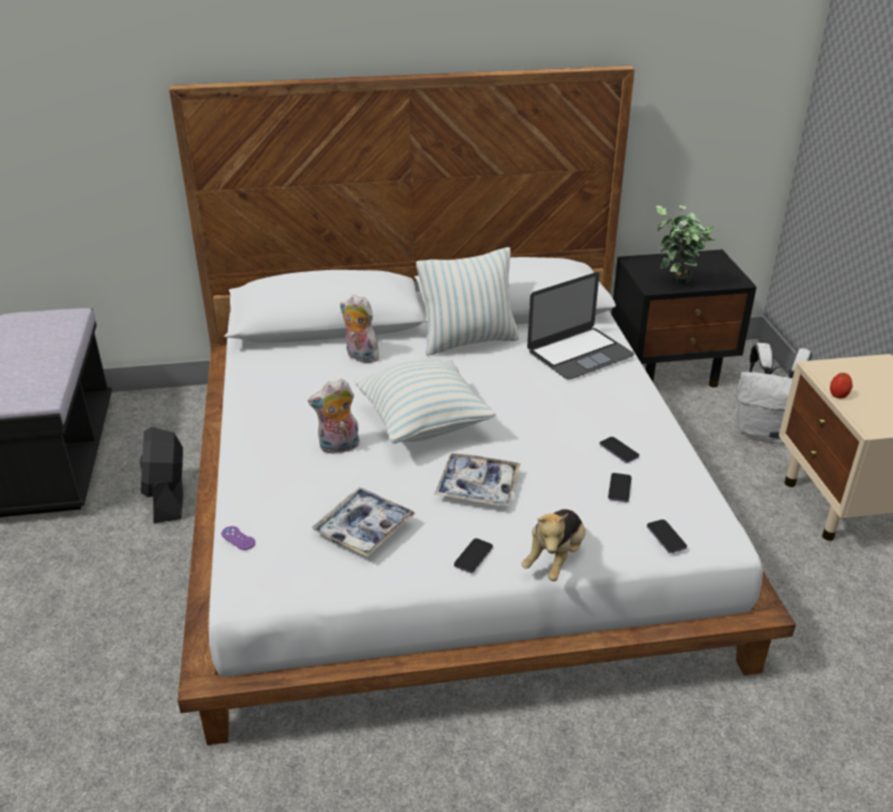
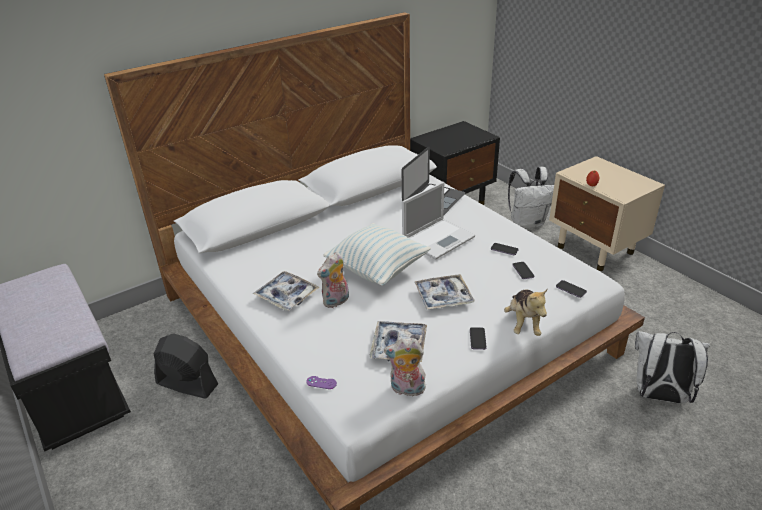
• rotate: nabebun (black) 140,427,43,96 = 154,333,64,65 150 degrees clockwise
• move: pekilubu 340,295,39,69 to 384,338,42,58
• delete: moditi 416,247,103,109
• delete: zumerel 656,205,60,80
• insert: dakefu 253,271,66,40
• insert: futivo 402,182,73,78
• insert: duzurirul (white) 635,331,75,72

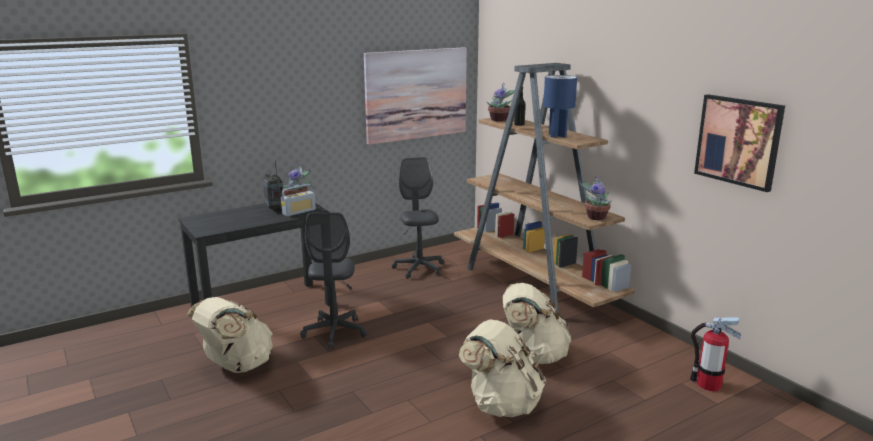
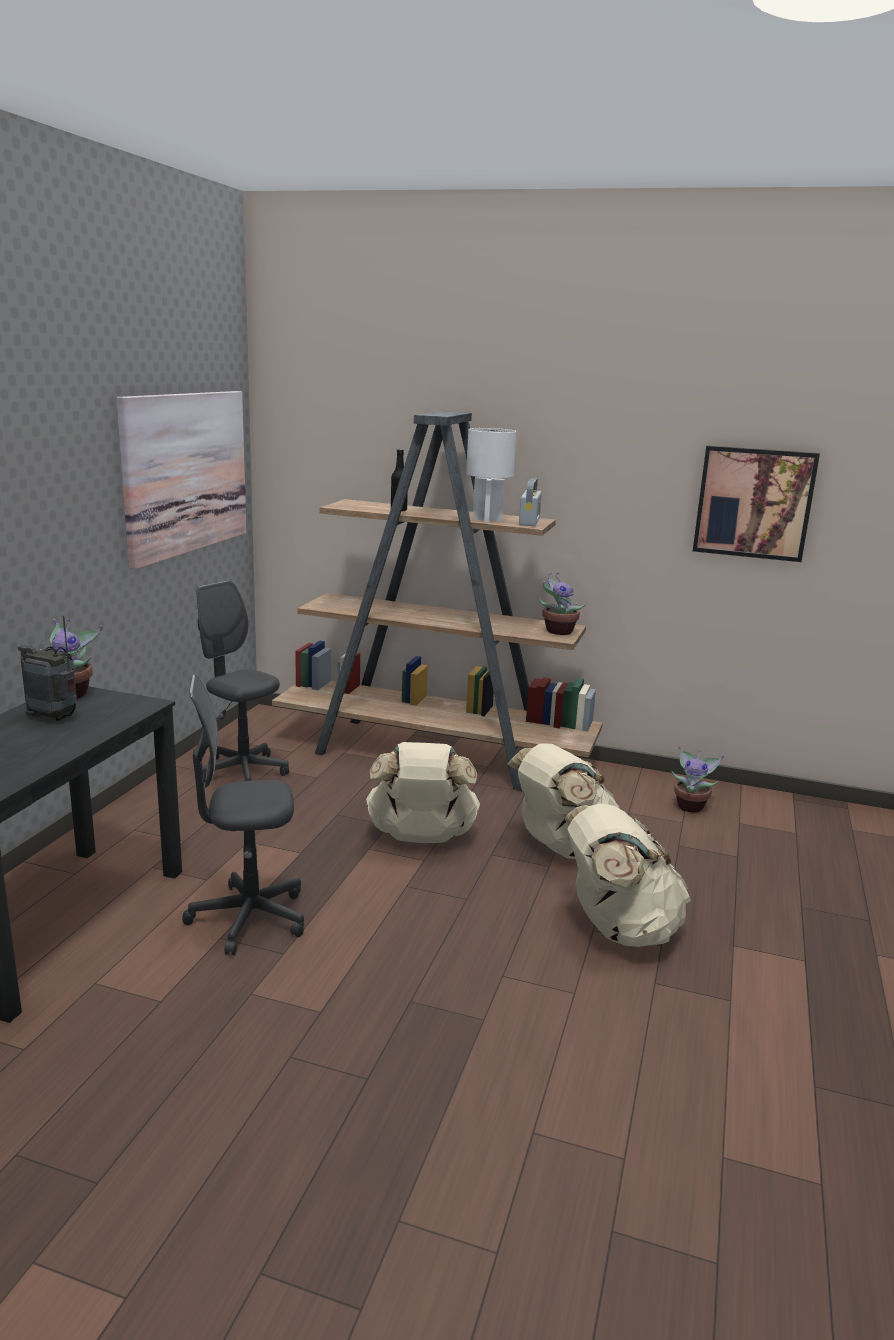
• move: duzurirul (beige) 187,297,86,76 to 366,742,114,101
• move: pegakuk 281,184,35,32 to 519,478,23,48
• rotate: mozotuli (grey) 300,212,67,137 = 182,675,122,280 120 degrees clockwise
• move: zumerel 486,83,29,38 to 671,746,53,67
• recolor: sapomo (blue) 543,75,34,63 to sapomo (white) 466,428,50,95
• delete: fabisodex 690,317,51,74

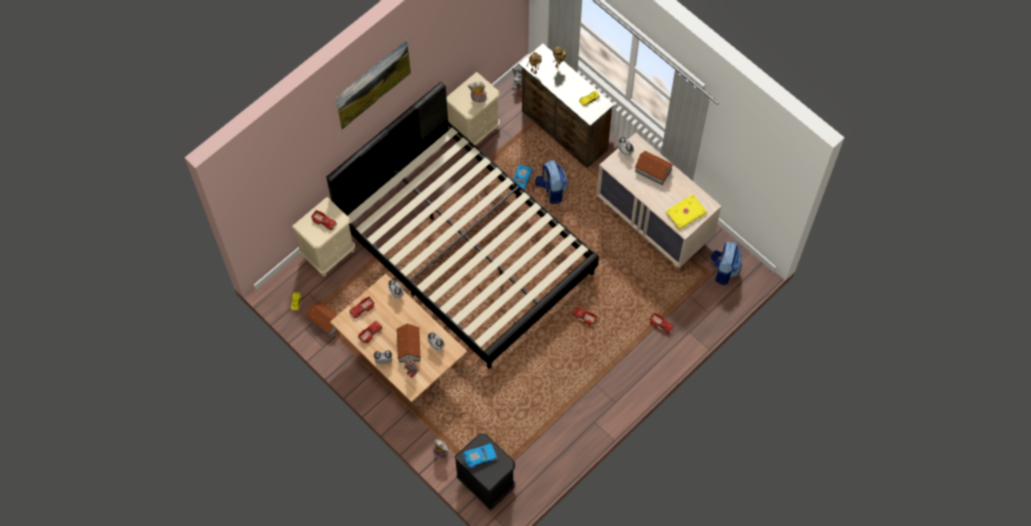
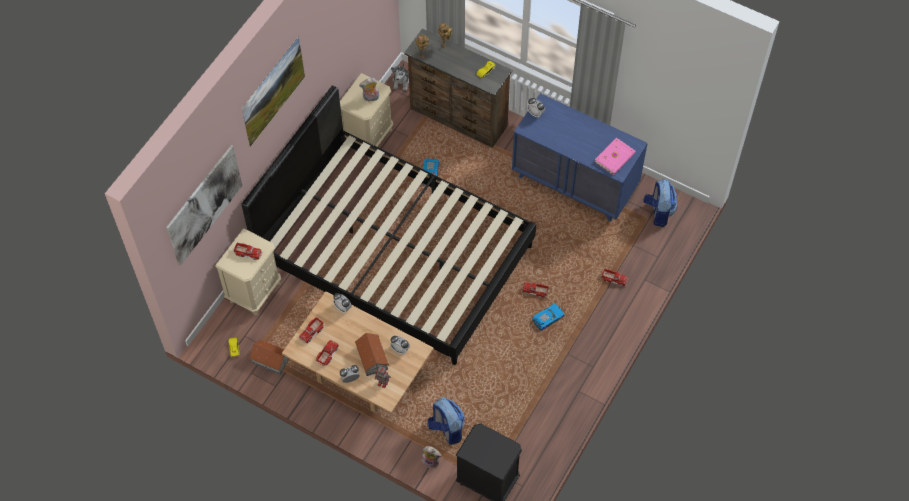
• move: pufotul 463,444,34,24 to 532,304,33,27
• move: duzurirul 535,160,33,44 to 427,397,38,48
• recolor: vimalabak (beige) 597,133,125,135 to vimalabak (blue) 512,93,136,128
• delete: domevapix 635,151,38,34
• recolor: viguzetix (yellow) 666,194,41,36 to viguzetix (pink) 595,138,41,37
• insert: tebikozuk 166,145,76,121

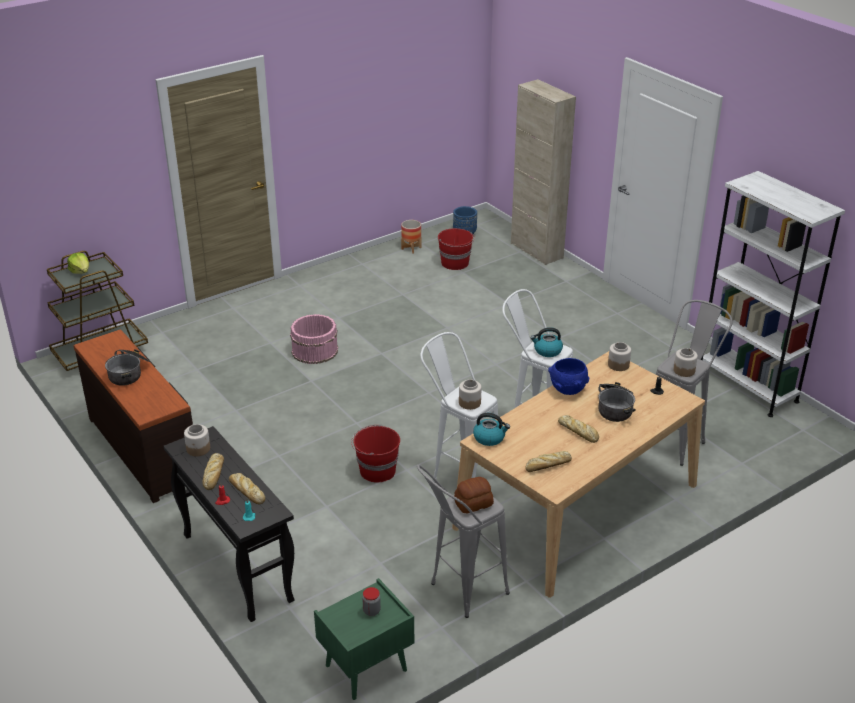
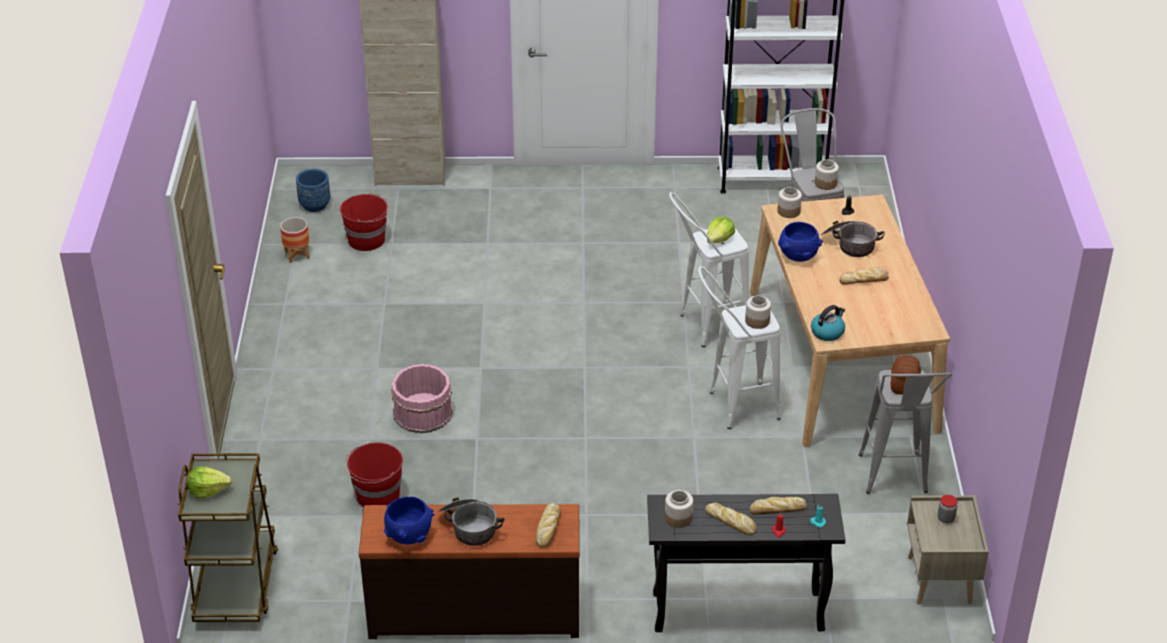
• recolor: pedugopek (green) 314,578,100,122 to pedugopek (beige) 907,495,82,110
• move: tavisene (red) 351,425,49,58 to 344,442,59,65
• move: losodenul 526,451,46,21 to 535,503,26,45
• replace: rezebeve 530,327,33,30 to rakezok 707,217,28,27
• insert: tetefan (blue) 384,497,51,47

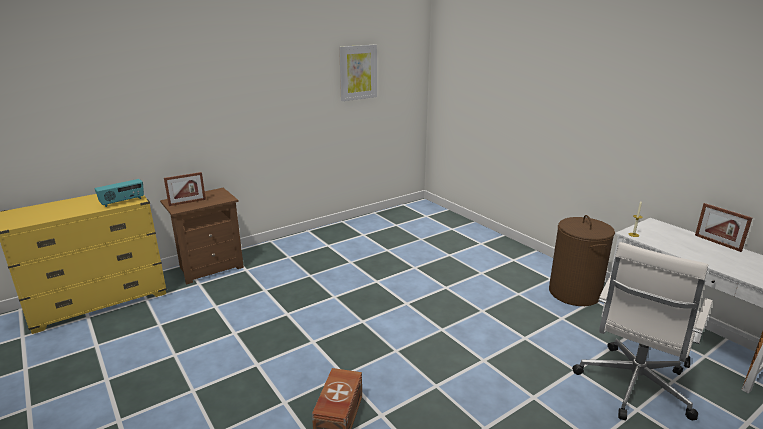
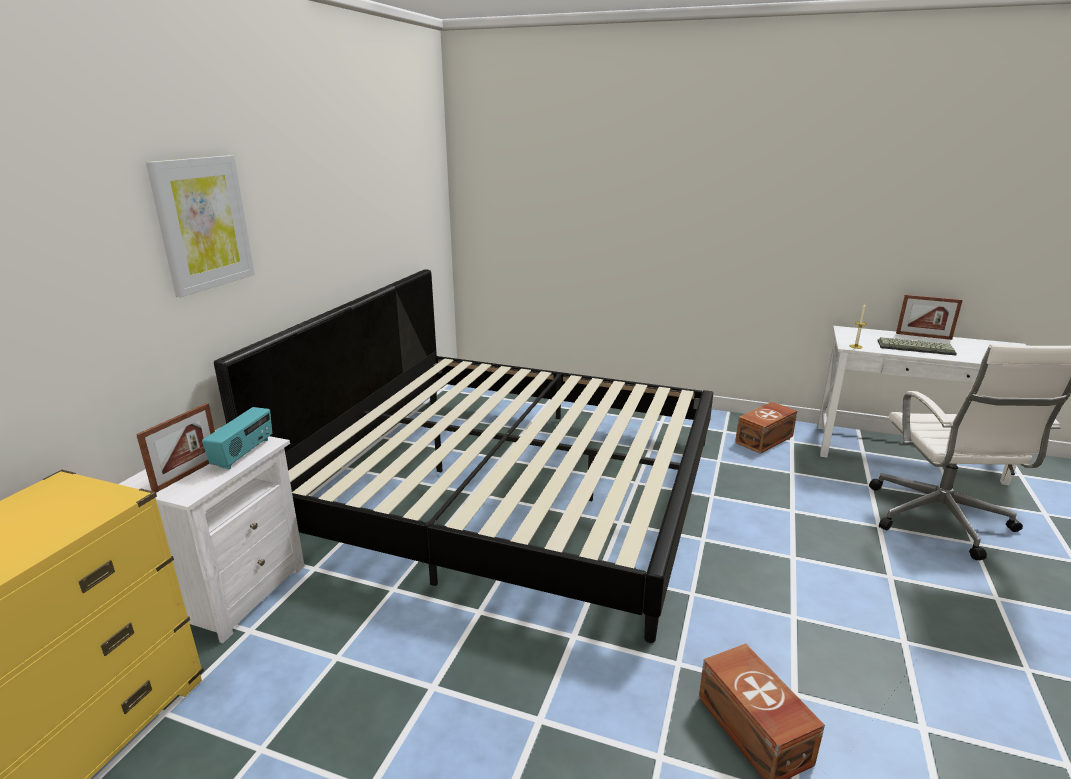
• move: pegakuk 94,179,50,28 to 202,407,70,63
• recolor: pedugopek (brown) 160,188,84,97 to pedugopek (white) 119,427,186,216
• move: tebikozuk 339,45,38,56 to 146,155,109,142
• replace: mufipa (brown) 549,215,66,91 to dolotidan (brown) 735,402,62,52
• insert: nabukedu 214,269,499,374
• insert: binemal 878,337,79,18

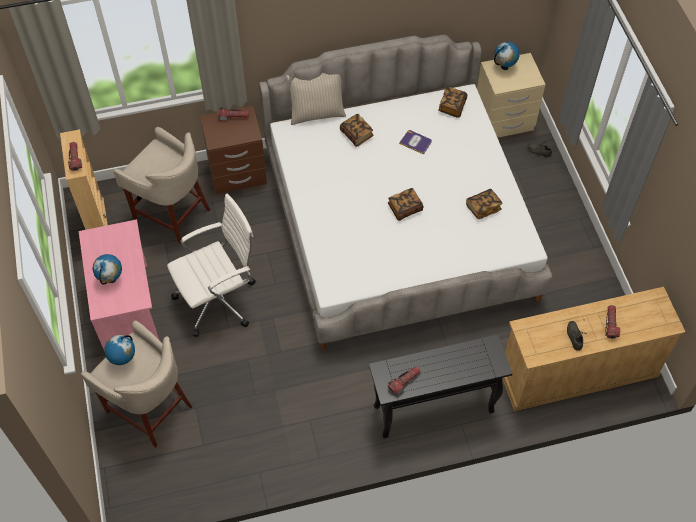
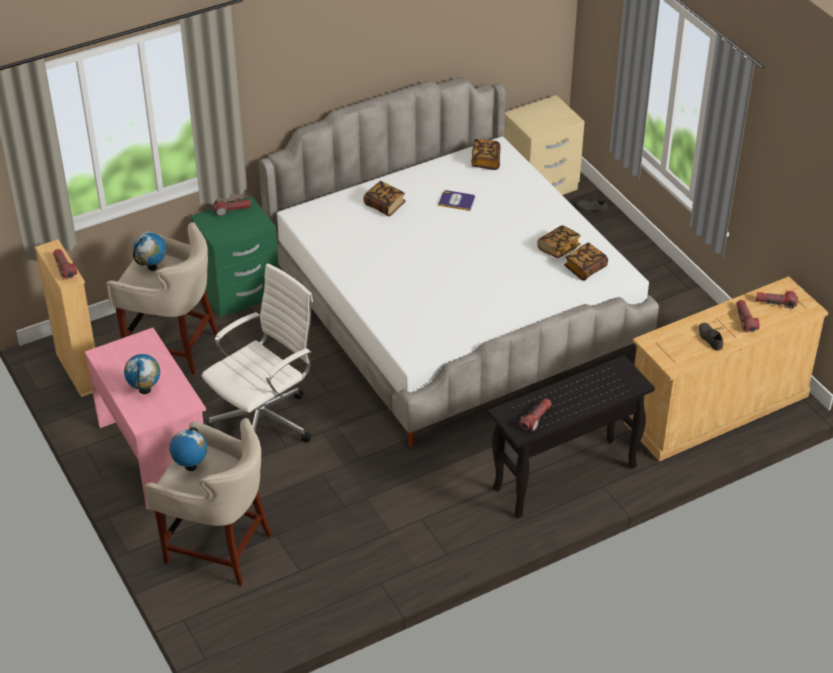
• recolor: pedugopek (brown) 200,106,67,88 to pedugopek (green) 190,196,89,121
• delete: moditi (beige) 286,73,60,52
• move: viguzetix 388,188,35,33 to 564,243,44,38
• move: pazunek 494,42,26,28 to 133,233,33,38
• insert: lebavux 756,291,42,18

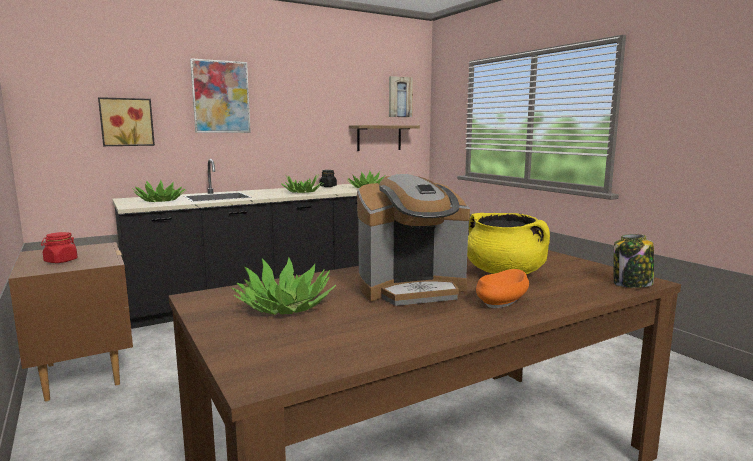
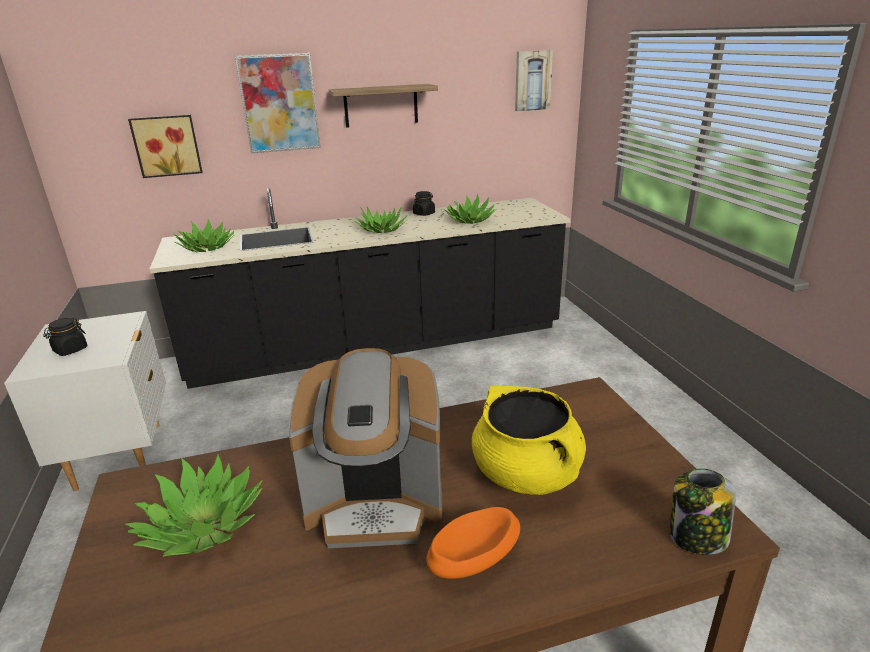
• recolor: pedugopek (brown) 8,242,125,160 to pedugopek (white) 4,311,162,180
• recolor: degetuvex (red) 41,232,36,31 to degetuvex (black) 43,318,44,38
• move: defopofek 349,125,71,26 to 329,84,109,44

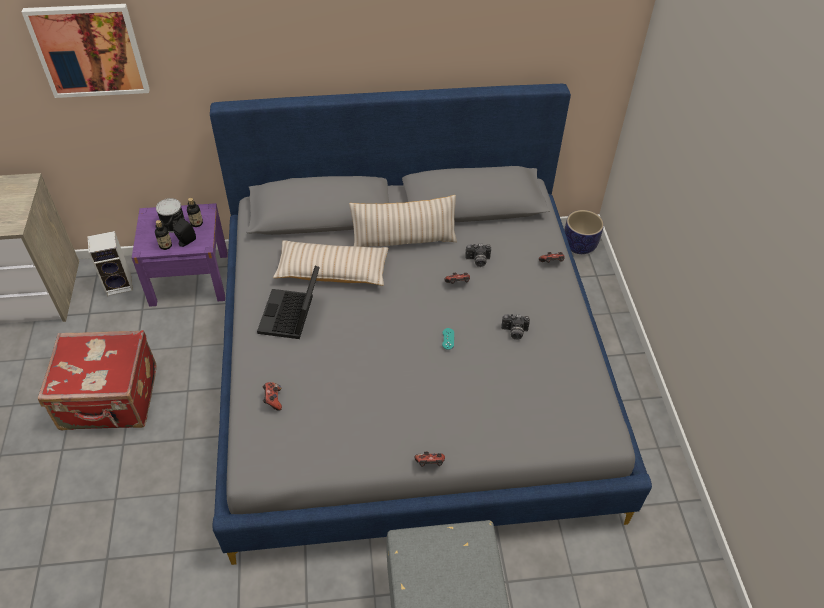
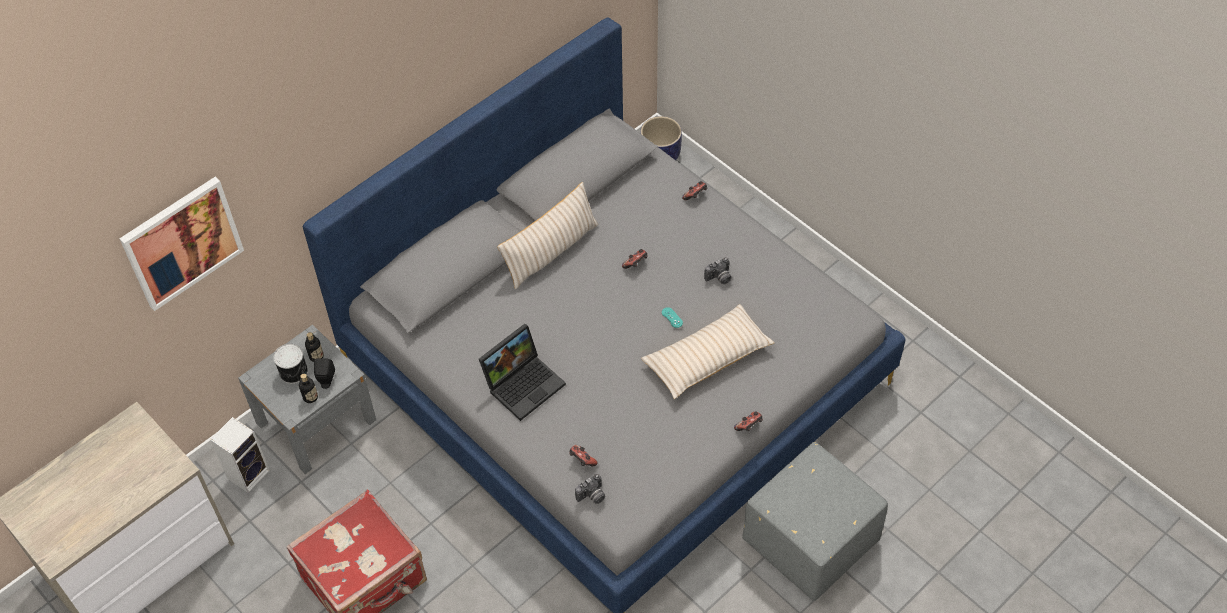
• recolor: pedugopek (purple) 132,203,96,104 to pedugopek (grey) 238,325,138,149
• rotate: futivo 257,266,63,73 = 479,324,87,97 105 degrees counterclockwise
• move: moditi (beige) 273,240,115,46 to 641,304,134,95
• move: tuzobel 465,244,26,23 to 575,474,30,30

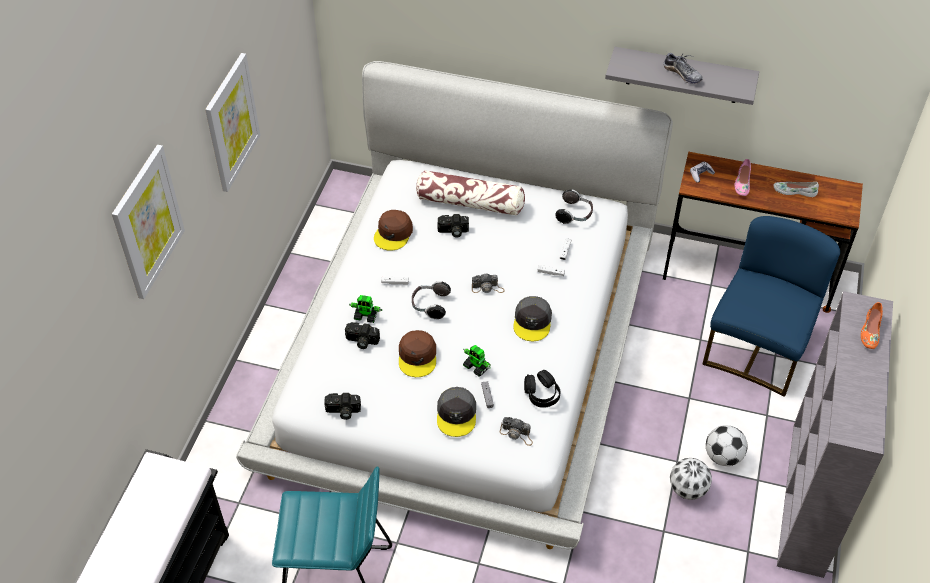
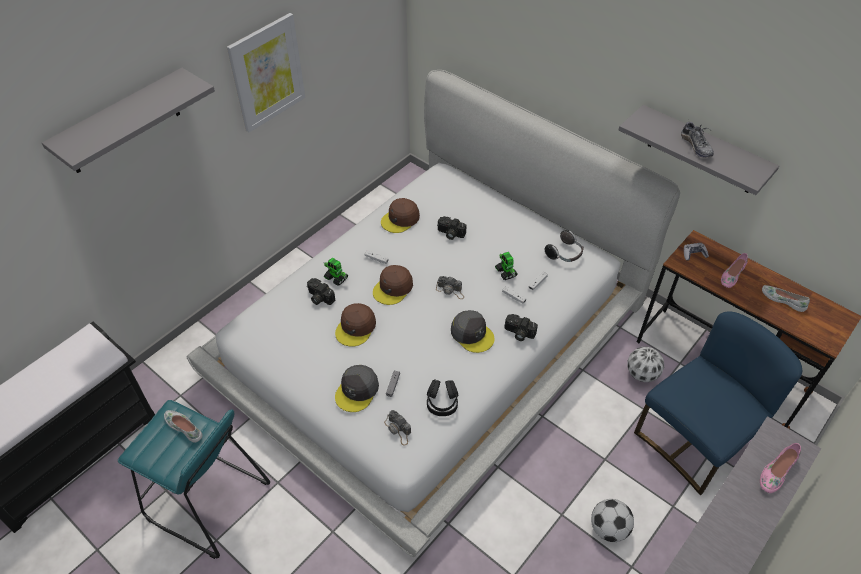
• replace: tebikozuk 112,145,73,154 to defopofek (grey) 42,68,173,105
• move: tuzobel 324,393,37,27 to 504,314,34,27
• replace: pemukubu 412,281,39,38 to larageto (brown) 373,265,40,40
• delete: moditi 416,170,109,46
• move: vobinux 463,345,28,31 to 495,252,23,28
• rotate: larageto (grey) 513,296,39,45 = 451,310,44,43 75 degrees counterclockwise
• move: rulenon 670,458,42,42 to 627,347,37,35
• recolor: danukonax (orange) 861,302,22,47 to danukonax (pink) 760,443,41,50
• insert: danukonax (white) 164,410,39,33

